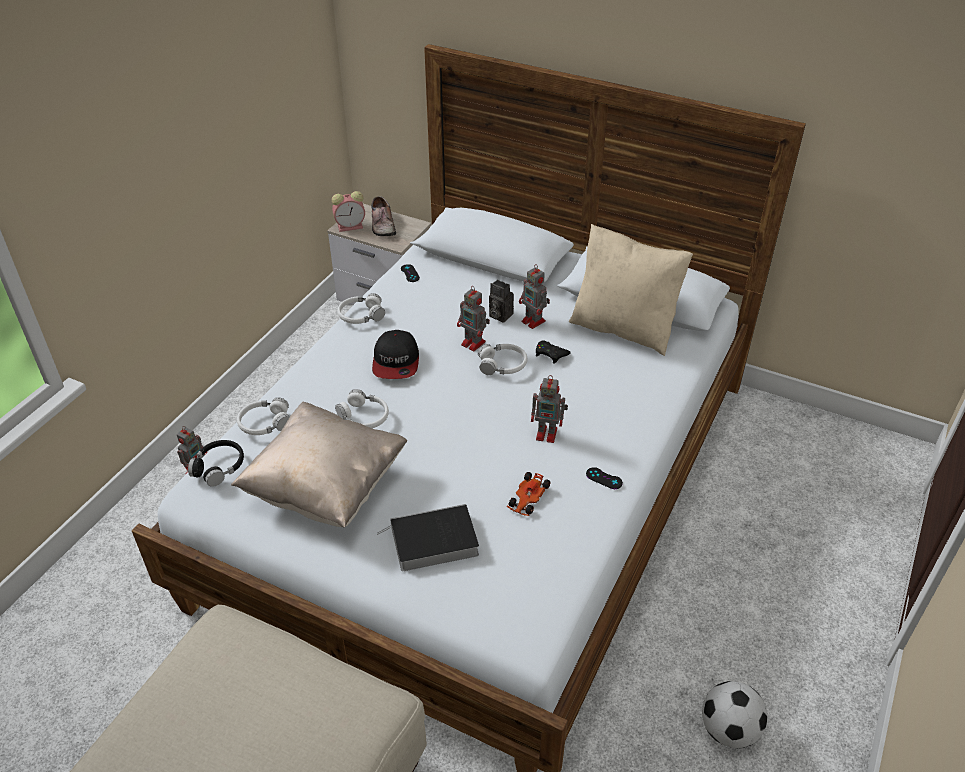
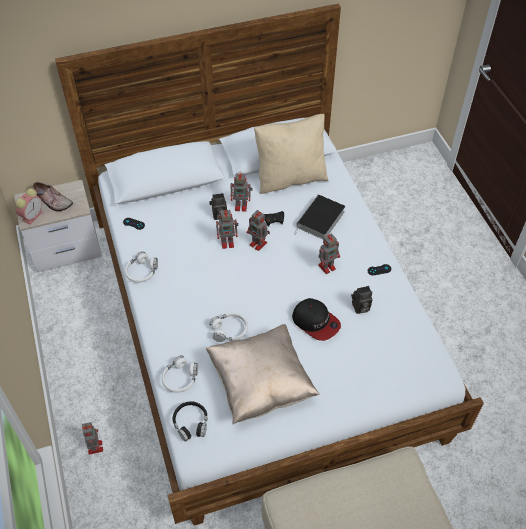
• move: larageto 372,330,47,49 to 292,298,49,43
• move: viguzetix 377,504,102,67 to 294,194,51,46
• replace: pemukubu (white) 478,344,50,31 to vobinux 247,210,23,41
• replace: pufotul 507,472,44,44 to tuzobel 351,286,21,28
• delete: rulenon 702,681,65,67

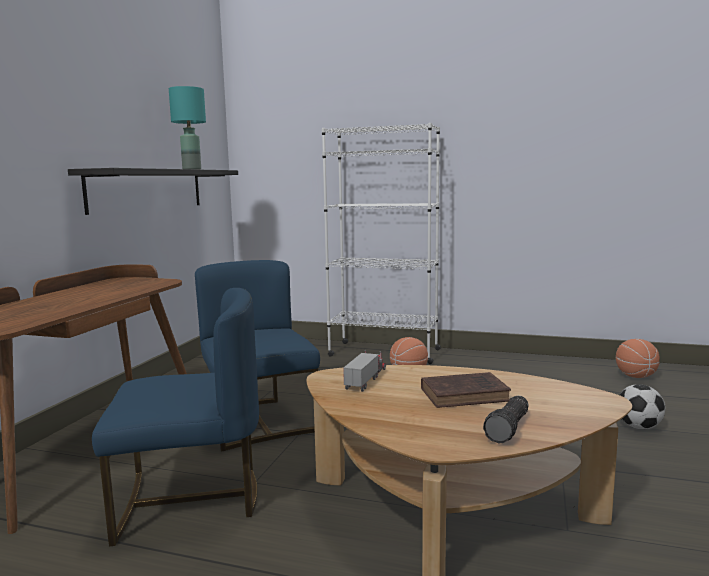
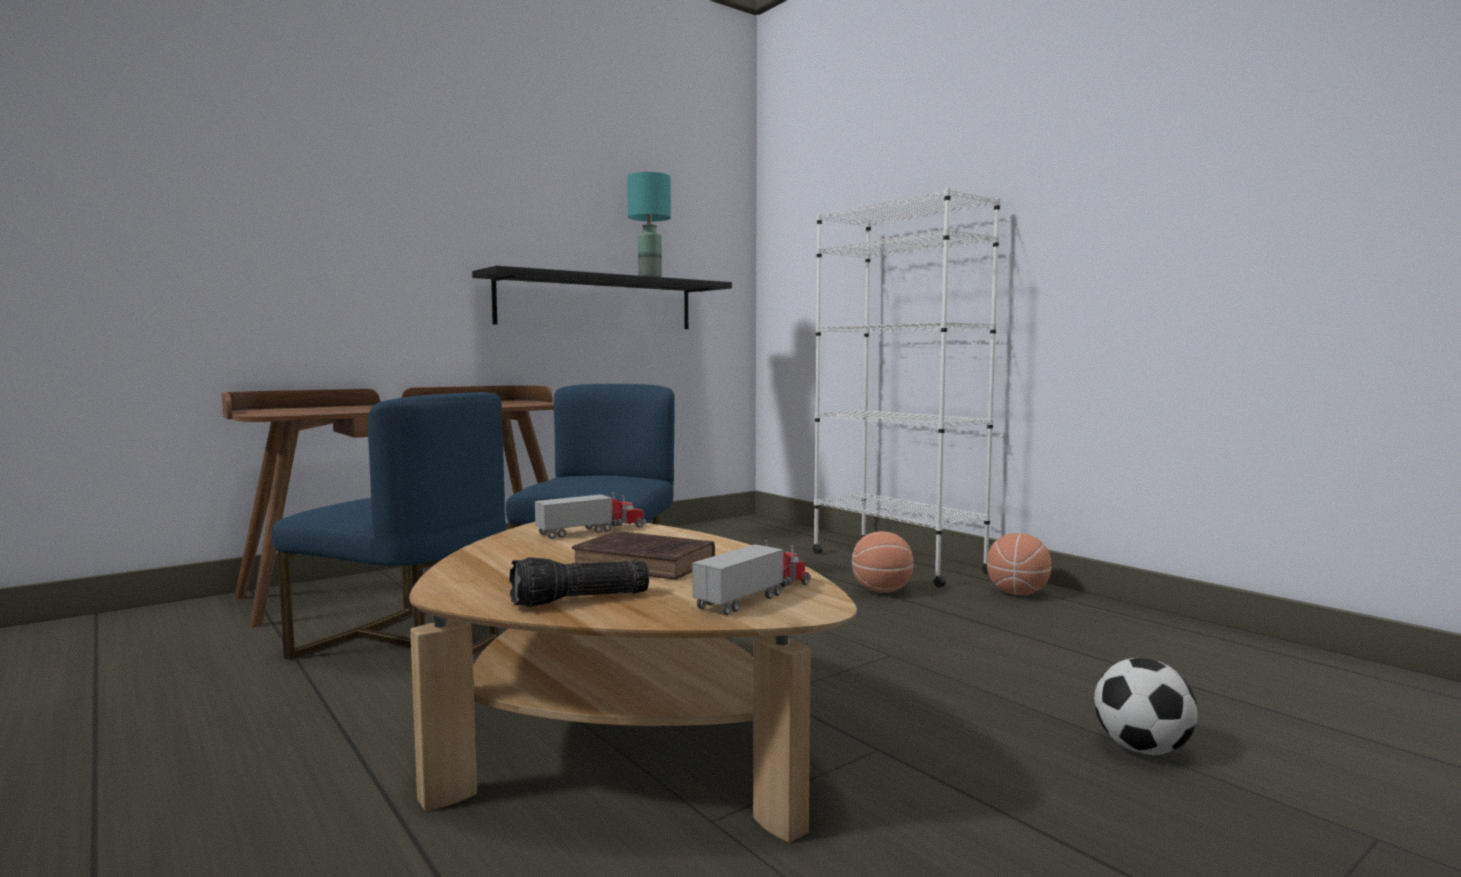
• move: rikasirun 616,339,44,39 to 987,533,65,62
• insert: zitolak 692,540,119,75

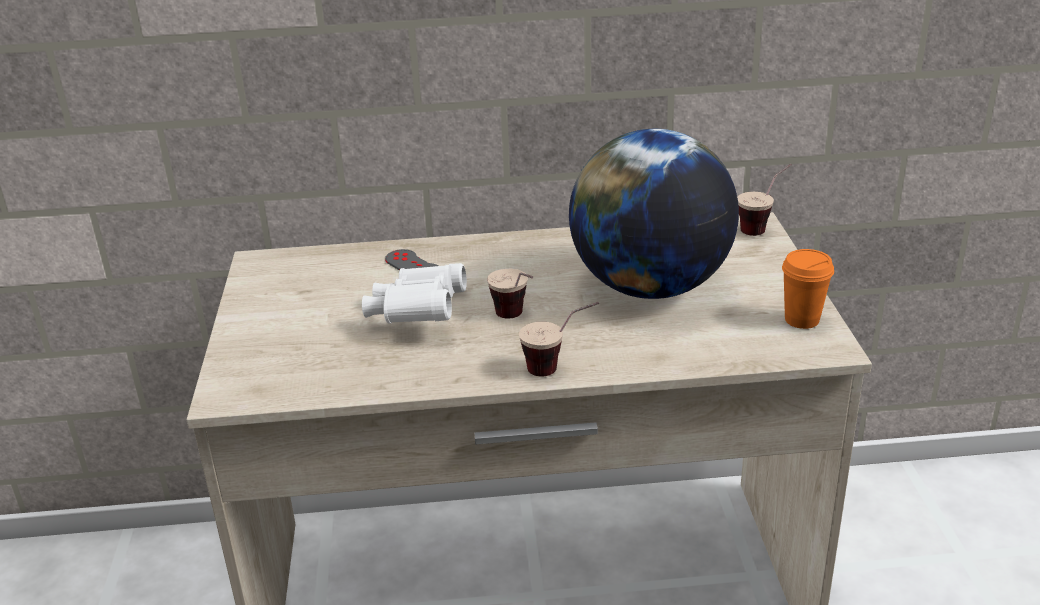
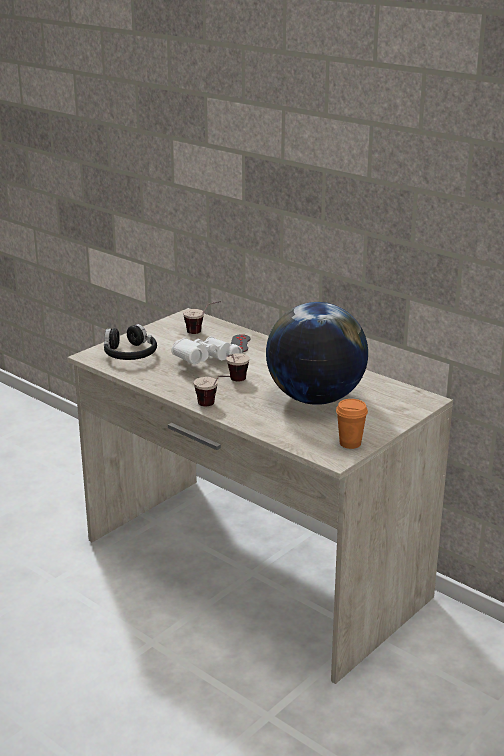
• move: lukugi 737,164,55,72 to 183,301,38,33
• insert: pemukubu (black) 104,324,53,36

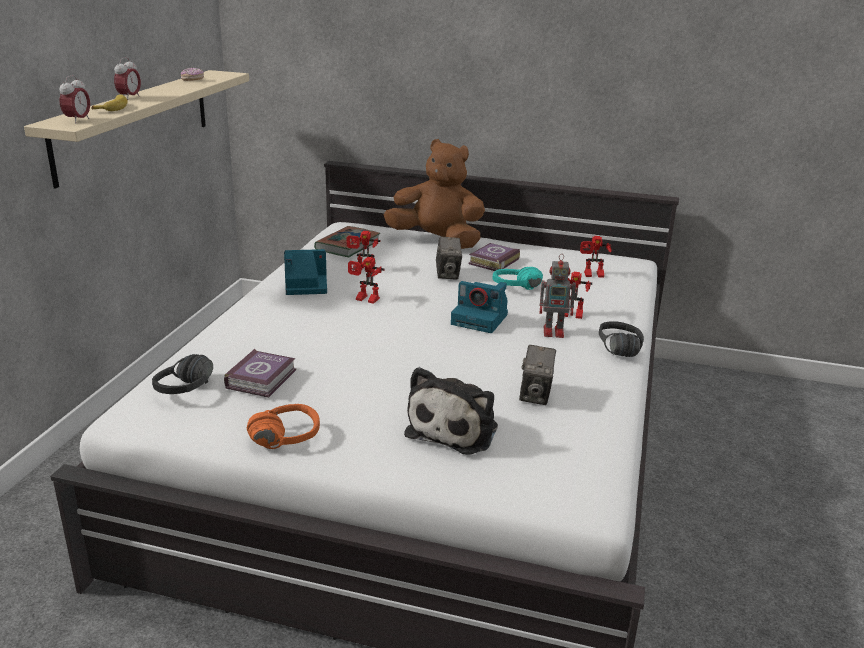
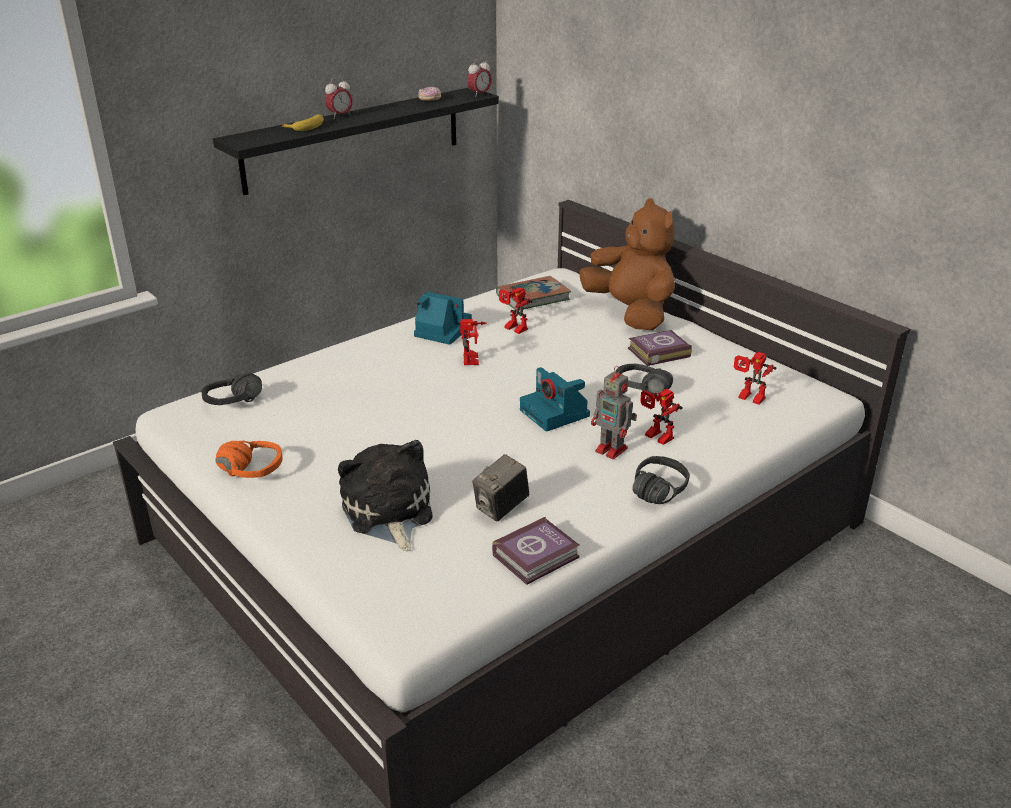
• recolor: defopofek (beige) 24,70,225,119 to defopofek (black) 213,88,286,107
• move: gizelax 59,75,31,49 to 467,58,25,39
• move: viguzetix 224,349,72,49 to 492,516,88,69
• rotate: vobinux 348,257,37,47 = 460,319,27,46 150 degrees counterclockwise
• rotate: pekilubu 404,367,94,88 = 338,440,95,111 105 degrees clockwise
• delete: tuzobel 436,236,26,44
• recolor: pemukubu (turquoise) 492,267,51,23 to pemukubu (black) 616,363,57,31

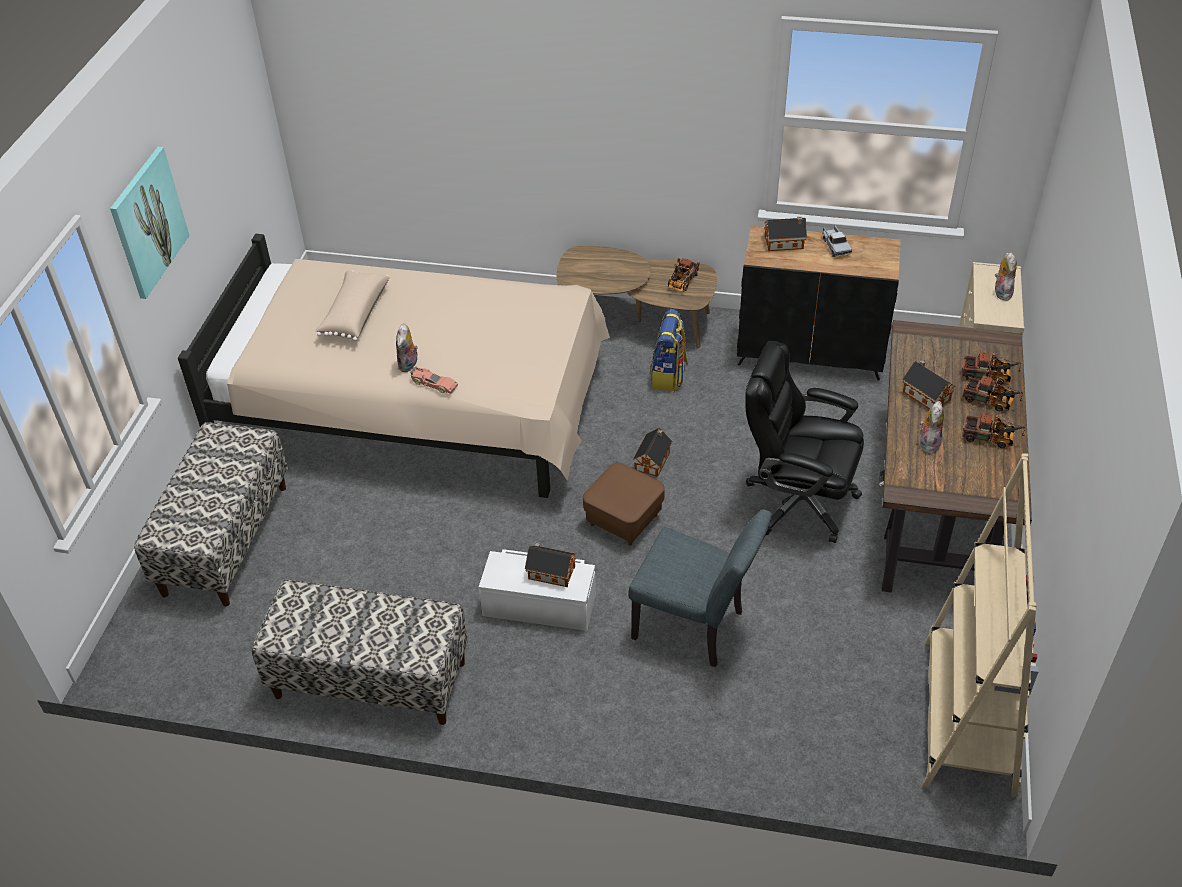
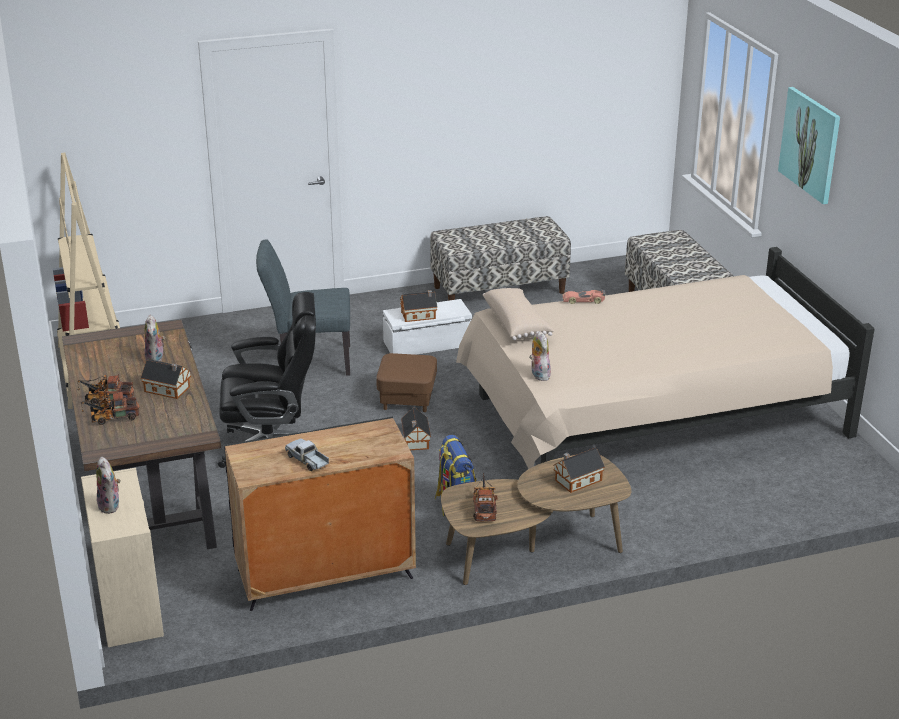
• move: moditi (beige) 315,270,75,71 to 483,288,72,52
• move: pekilubu 396,323,22,49 to 529,331,22,50
• move: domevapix 764,217,43,34 to 553,448,52,45
• delete: zitolak 962,411,63,37

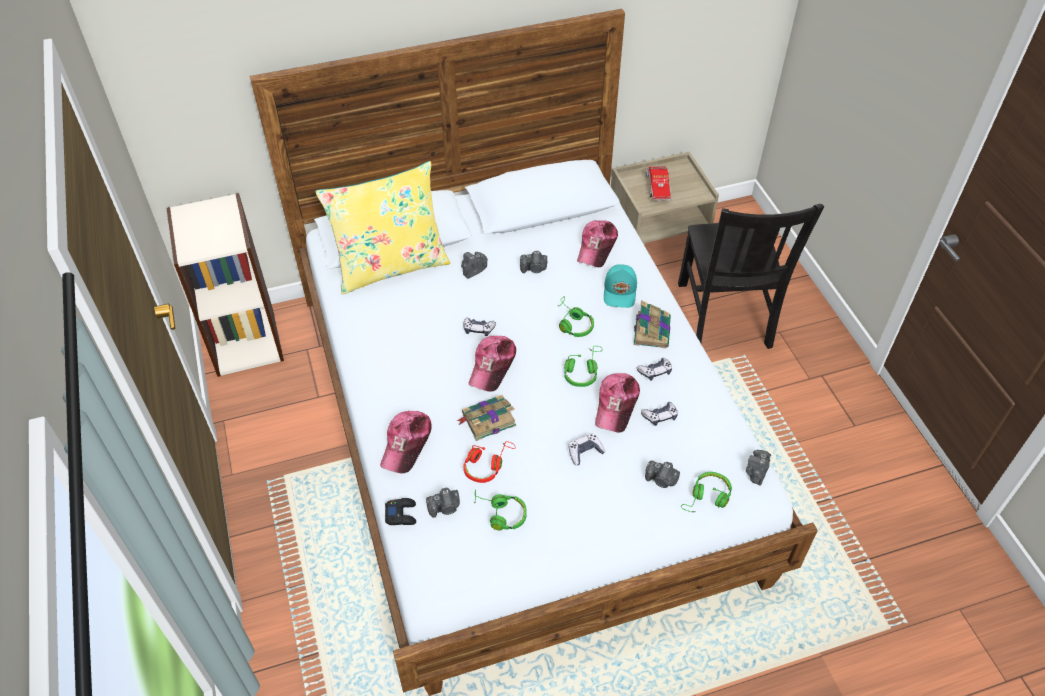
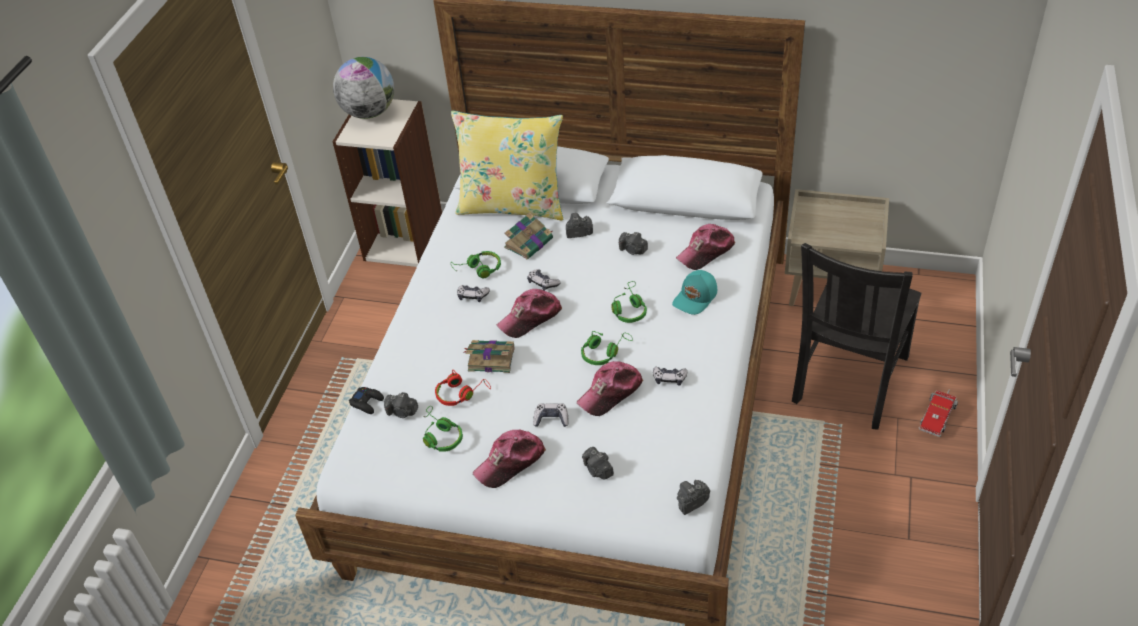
• move: larageto 380,411,52,63 to 473,430,73,58
• move: viguzetix 634,301,37,47 to 504,212,49,47
• move: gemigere 641,402,37,24 to 457,285,33,17
• move: zitolak 645,163,26,38 to 919,389,39,48
• move: pemukubu (green) 681,472,51,40 to 451,251,50,27
• insert: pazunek 333,57,62,62

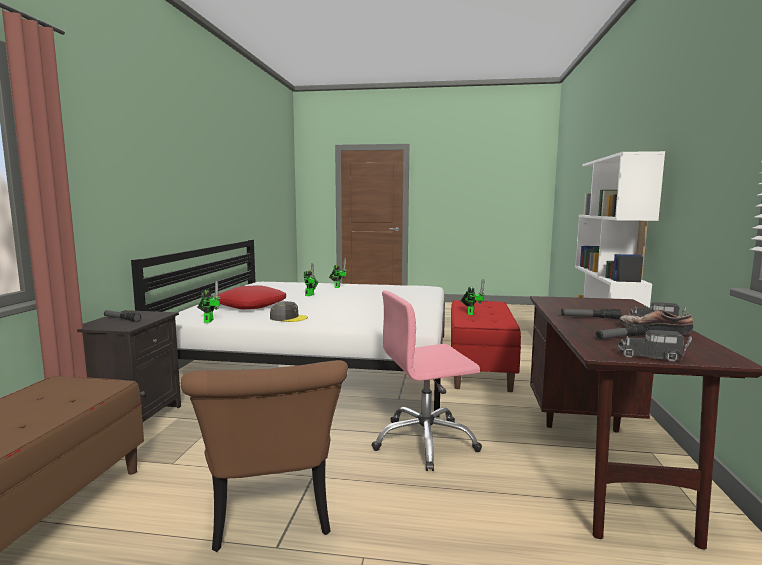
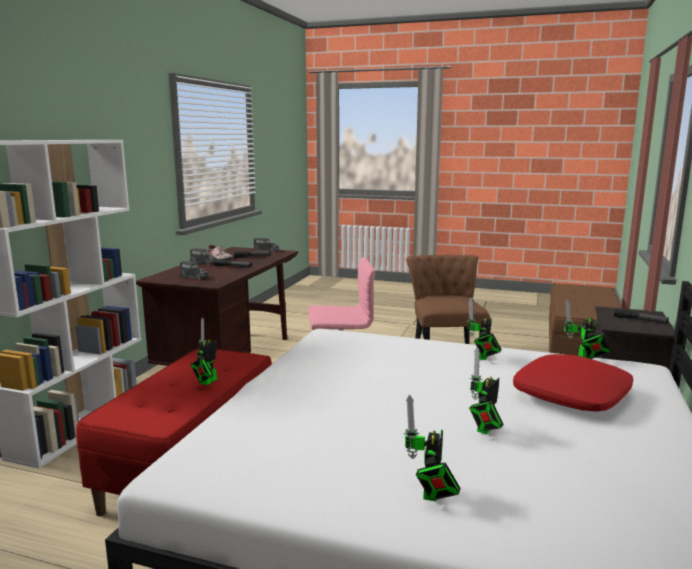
• replace: larageto (grey) 270,301,38,21 to vobinux 467,297,35,63
• insert: zitolak 180,260,28,20

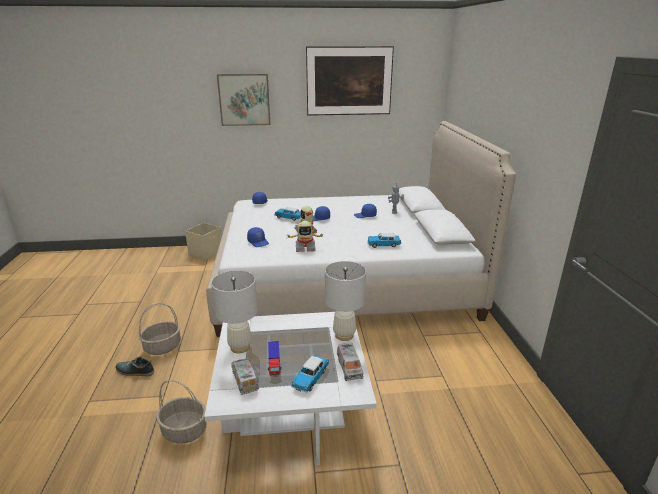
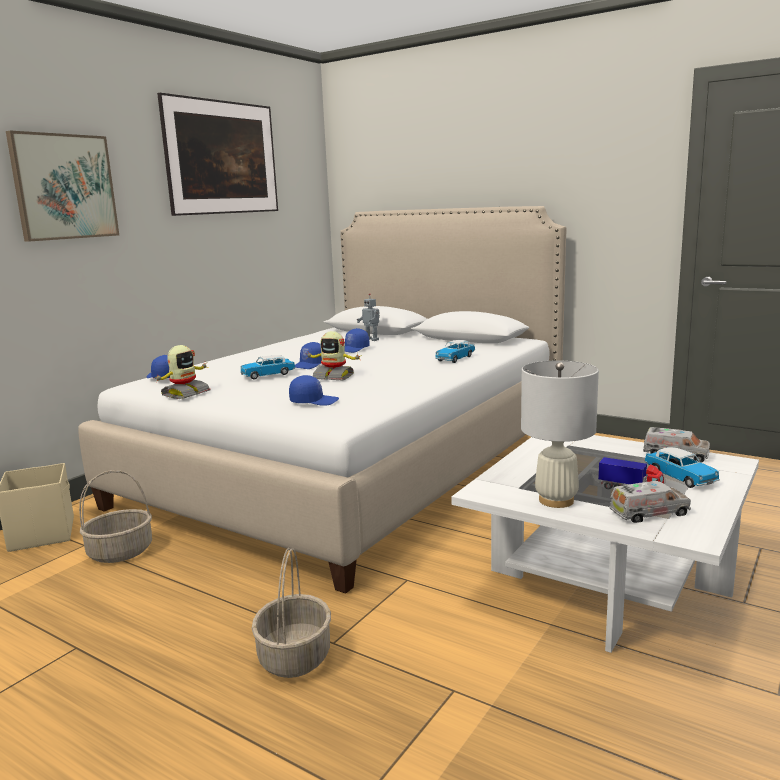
• delete: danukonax 116,356,38,20
• move: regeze 156,380,51,64 to 79,470,73,93
• rotate: zitolak 231,358,28,37 = 609,481,82,42 150 degrees clockwise
• move: vobinux 286,221,37,31 to 155,345,55,54
• delete: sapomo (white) 325,261,41,80

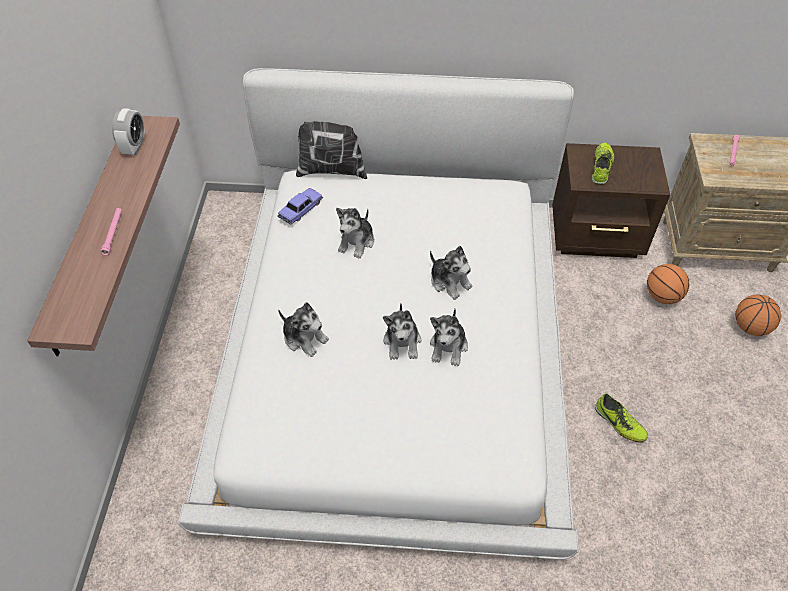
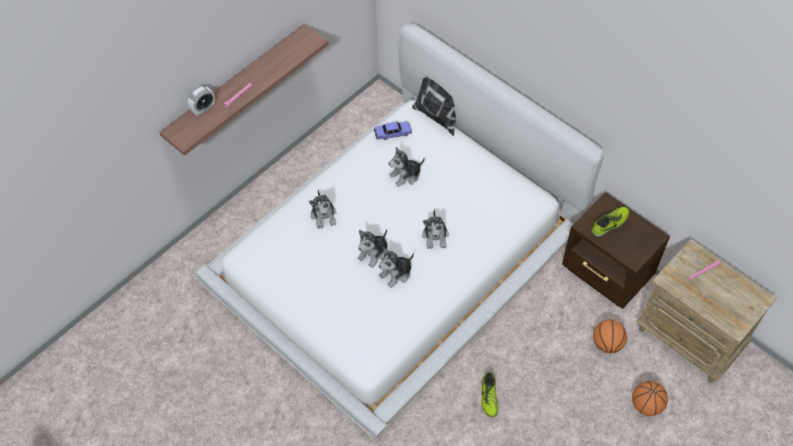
• move: gizelax 112,108,33,47 to 188,86,27,30

